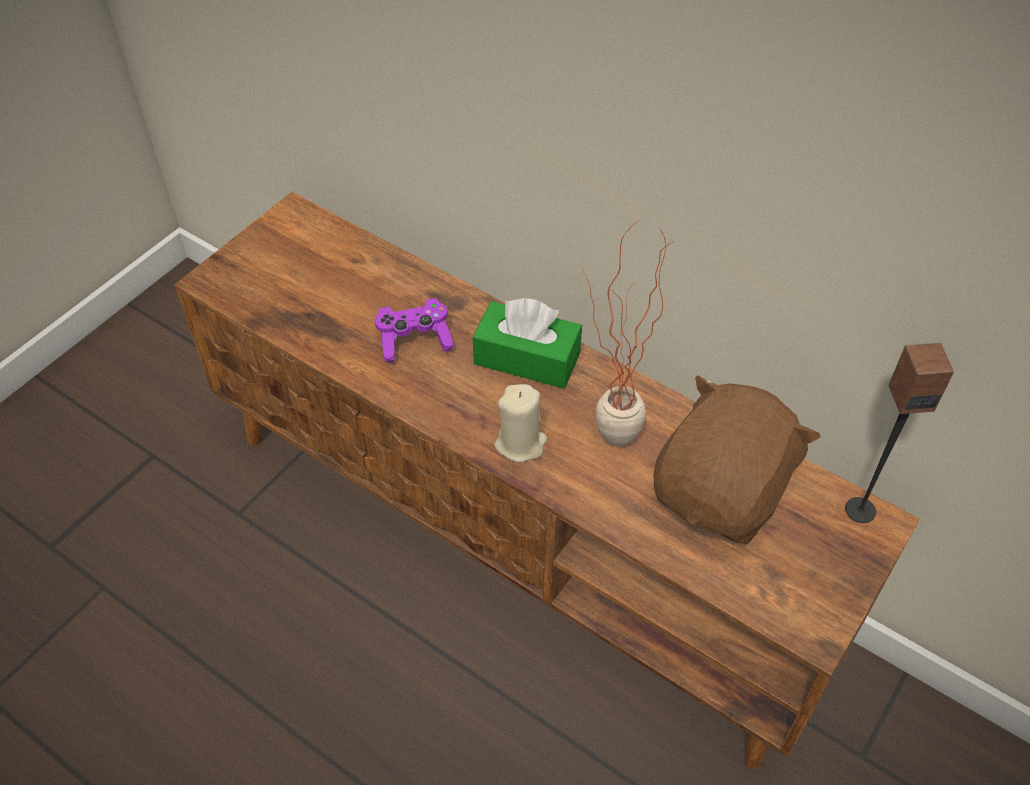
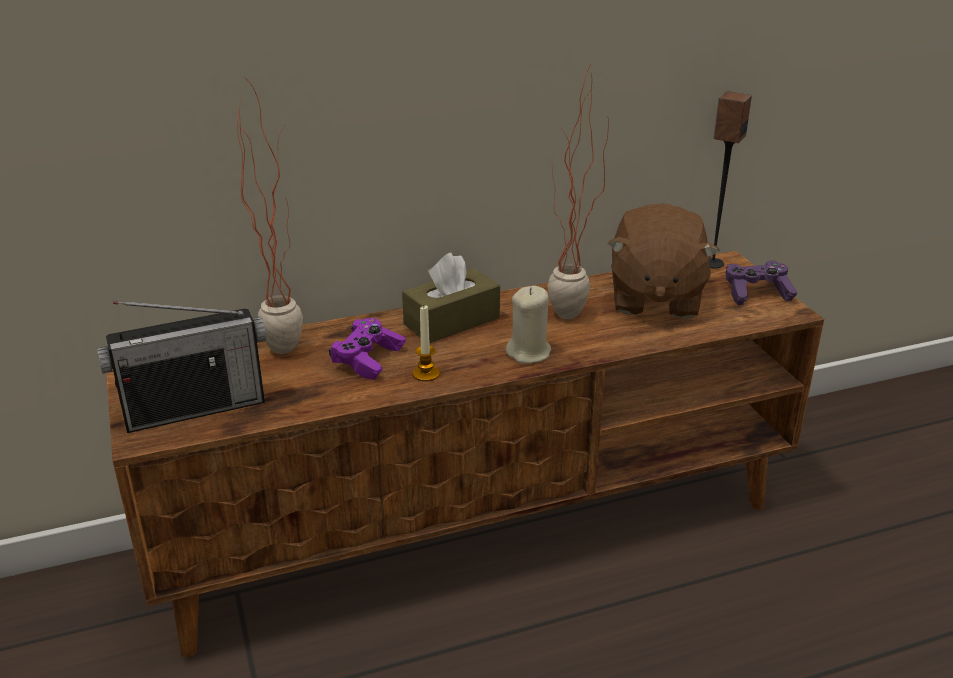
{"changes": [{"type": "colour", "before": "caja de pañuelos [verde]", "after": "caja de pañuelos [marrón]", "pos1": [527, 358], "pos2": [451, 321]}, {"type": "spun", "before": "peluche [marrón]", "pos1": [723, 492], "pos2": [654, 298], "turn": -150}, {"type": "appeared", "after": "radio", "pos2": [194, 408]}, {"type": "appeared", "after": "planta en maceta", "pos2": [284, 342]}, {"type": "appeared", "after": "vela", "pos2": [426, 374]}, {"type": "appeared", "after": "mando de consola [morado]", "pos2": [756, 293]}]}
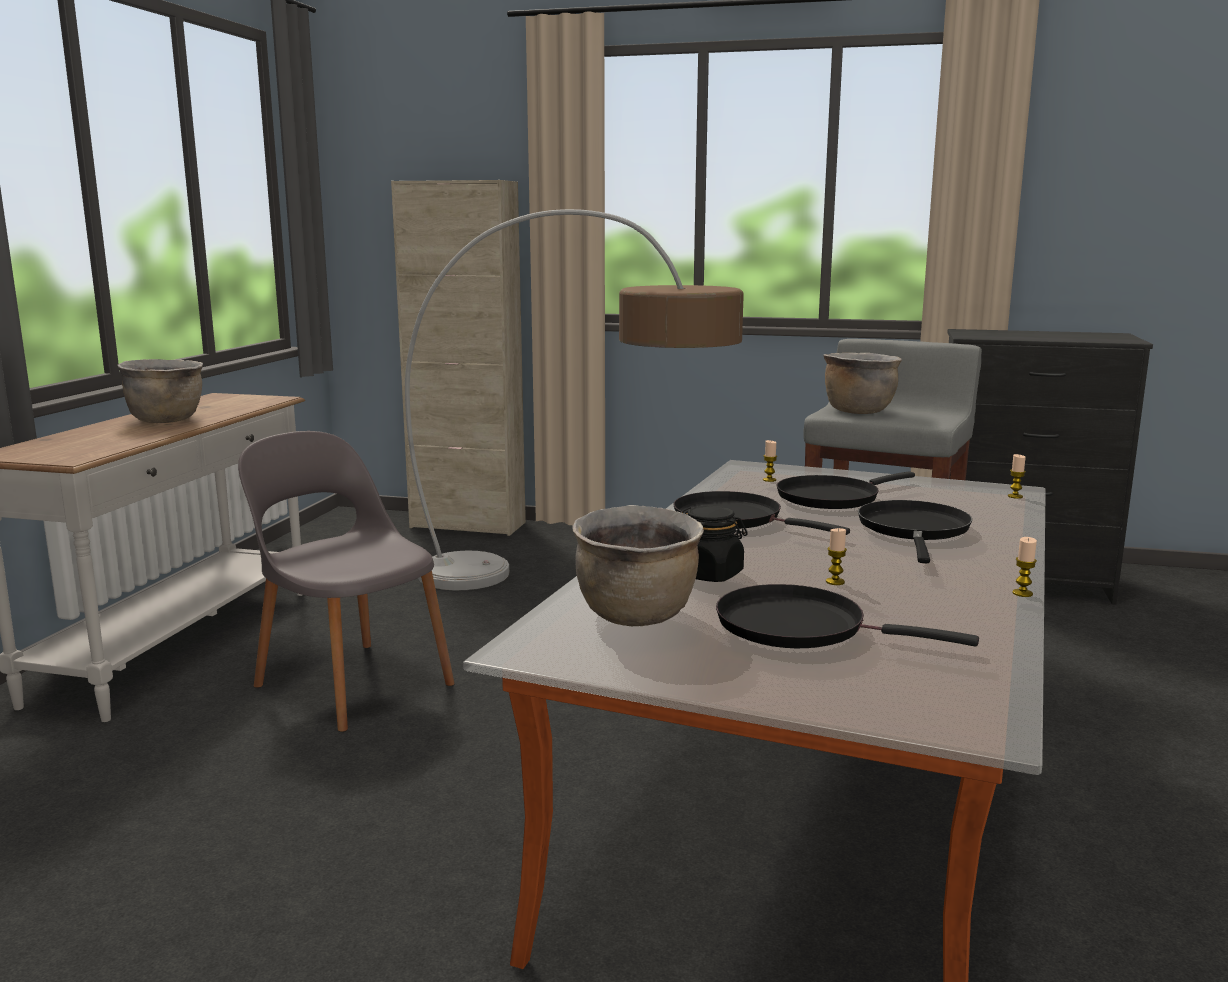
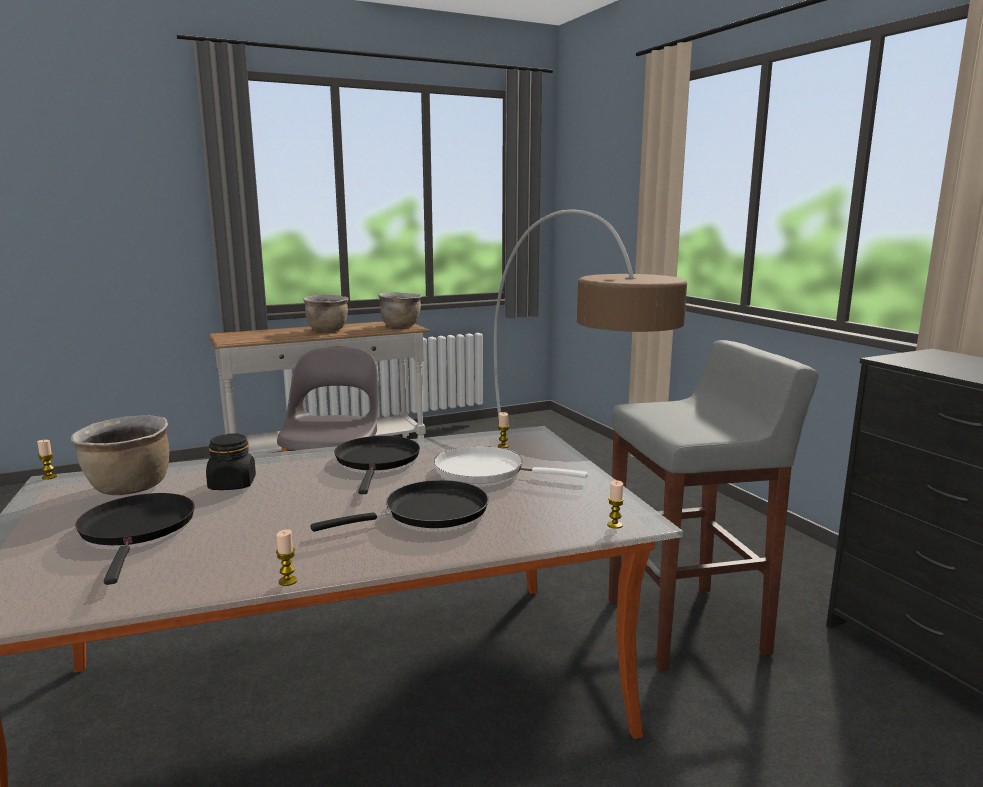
{"changes": [{"type": "missing", "before": "armario [beis]", "pos1": [467, 525]}, {"type": "colour", "before": "sartén [negro]", "after": "sartén [blanco]", "pos1": [832, 497], "pos2": [485, 471]}, {"type": "relocated", "before": "olla [marrón]", "pos1": [858, 411], "pos2": [401, 326]}, {"type": "relocated", "before": "vela", "pos1": [835, 582], "pos2": [49, 477]}]}
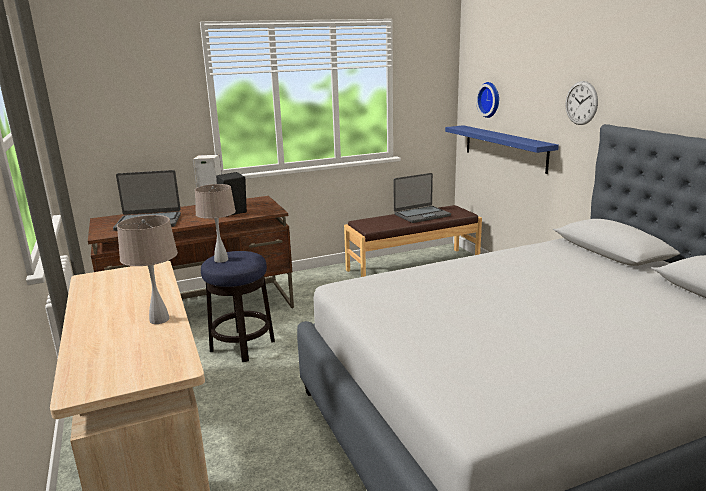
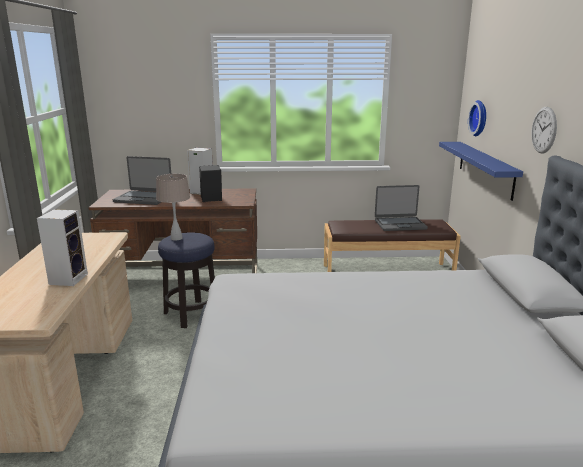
{"changes": [{"type": "exchanged", "before": "lámpara de mesa [beis]", "after": "altavoz", "pos1": [159, 319], "pos2": [68, 278]}]}
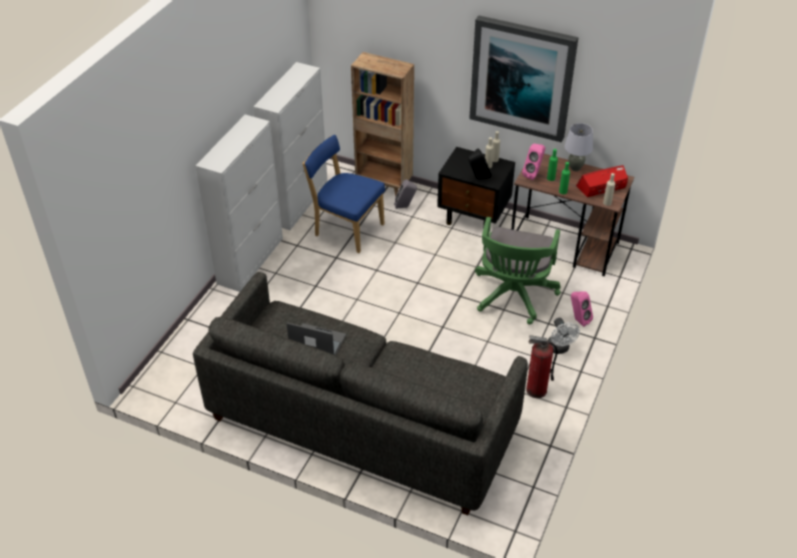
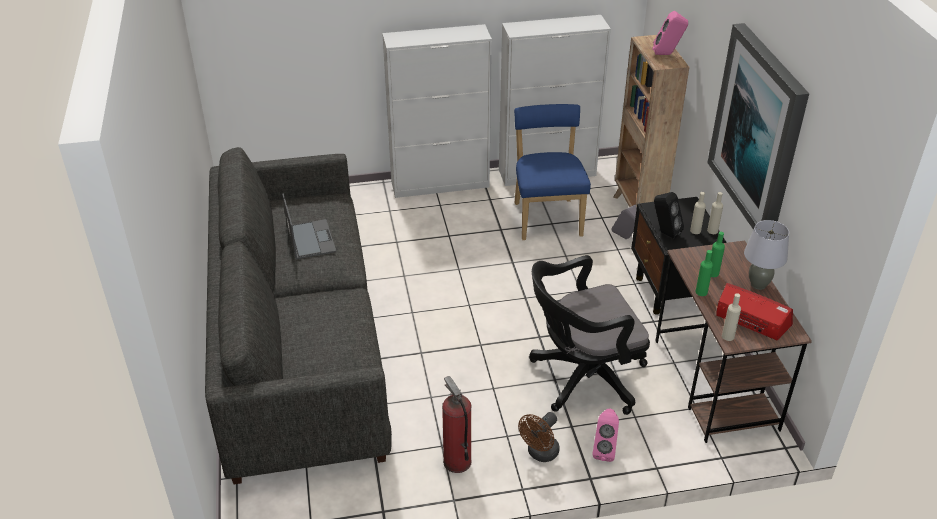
{"changes": [{"type": "colour", "before": "silla de oficina [verde]", "after": "silla de oficina [negro]", "pos1": [513, 297], "pos2": [582, 378]}, {"type": "relocated", "before": "altavoz [rosa]", "pos1": [533, 174], "pos2": [667, 54]}, {"type": "colour", "before": "ventilador [blanco]", "after": "ventilador [marrón]", "pos1": [559, 349], "pos2": [540, 454]}]}
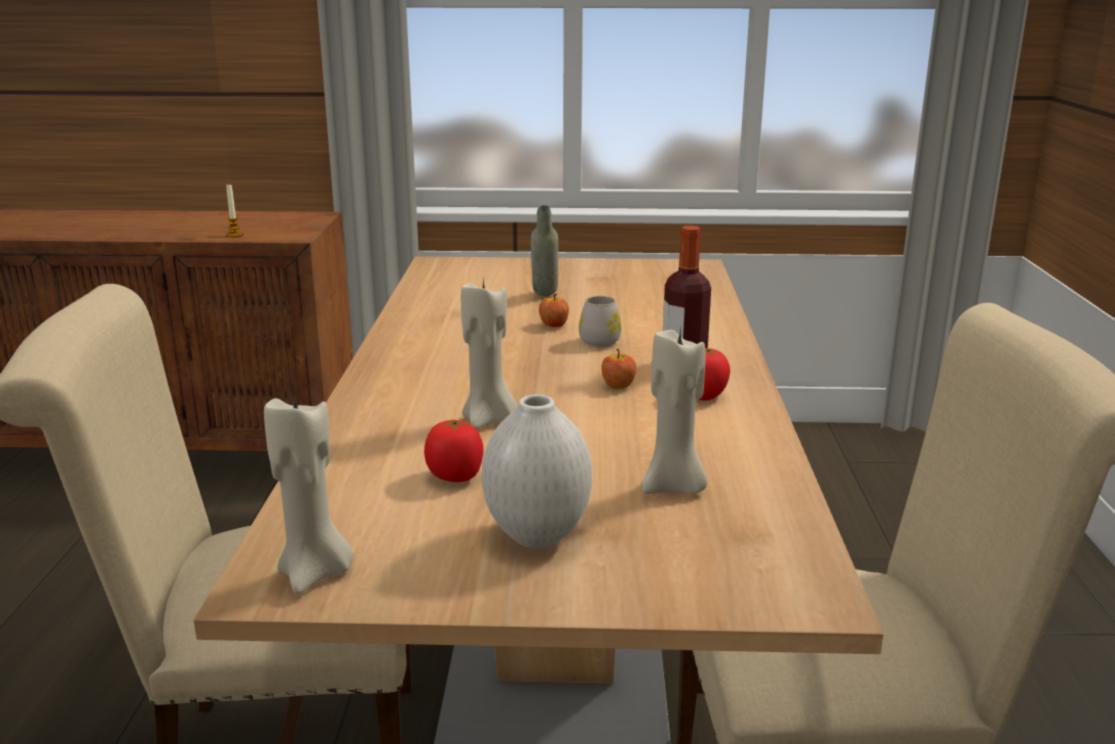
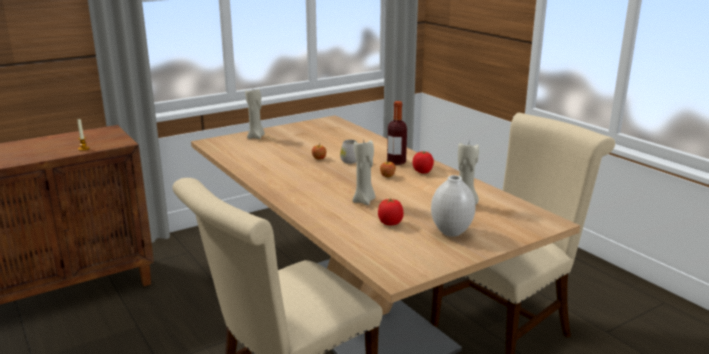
{"changes": [{"type": "relocated", "before": "vela [beis]", "pos1": [315, 574], "pos2": [256, 137]}, {"type": "missing", "before": "botella [gris]", "pos1": [544, 297]}]}
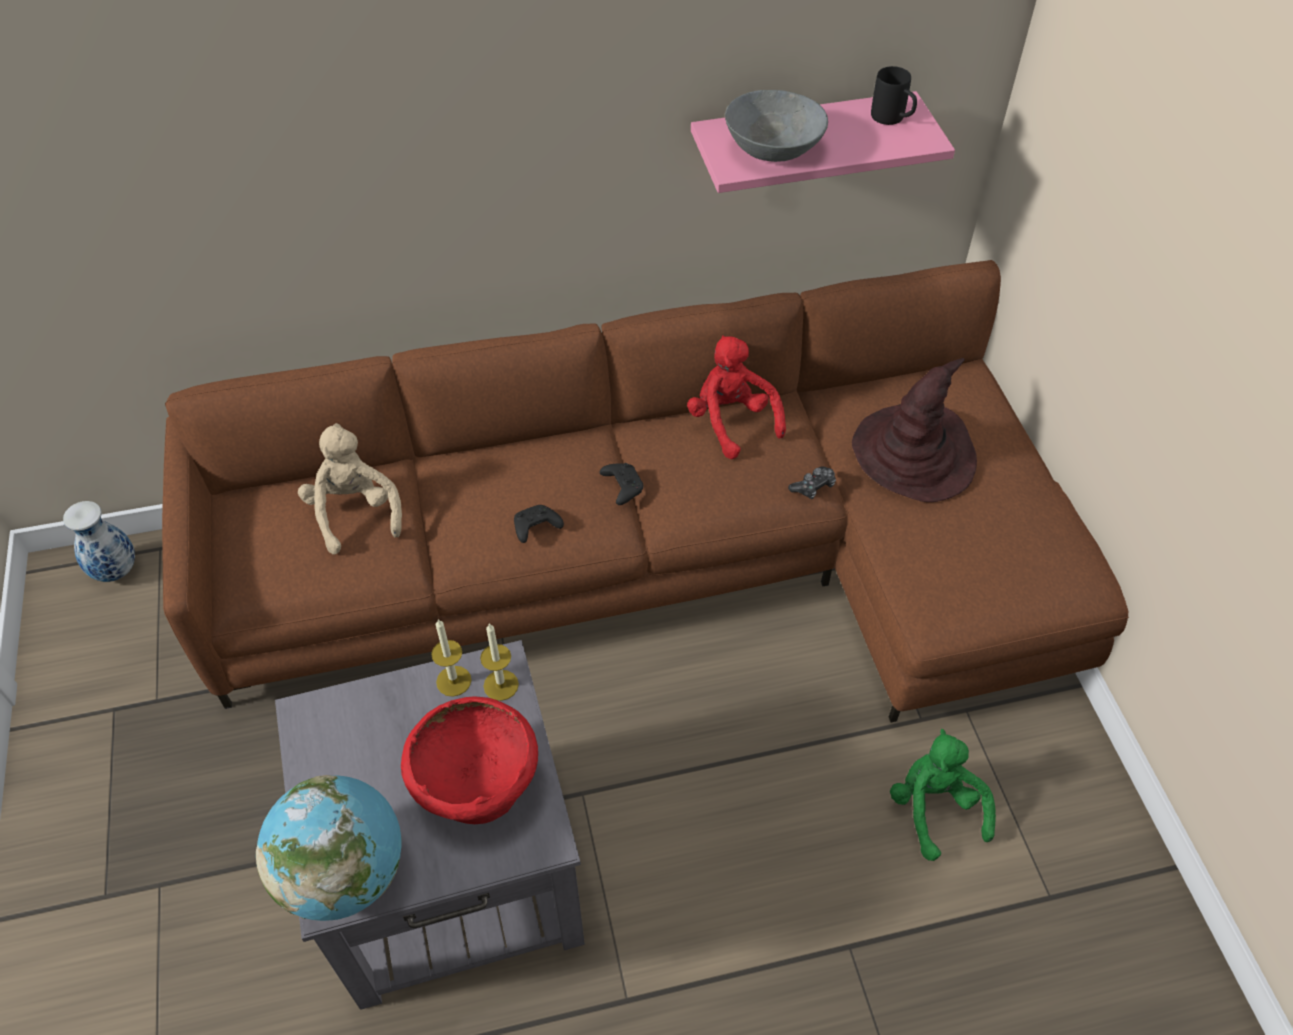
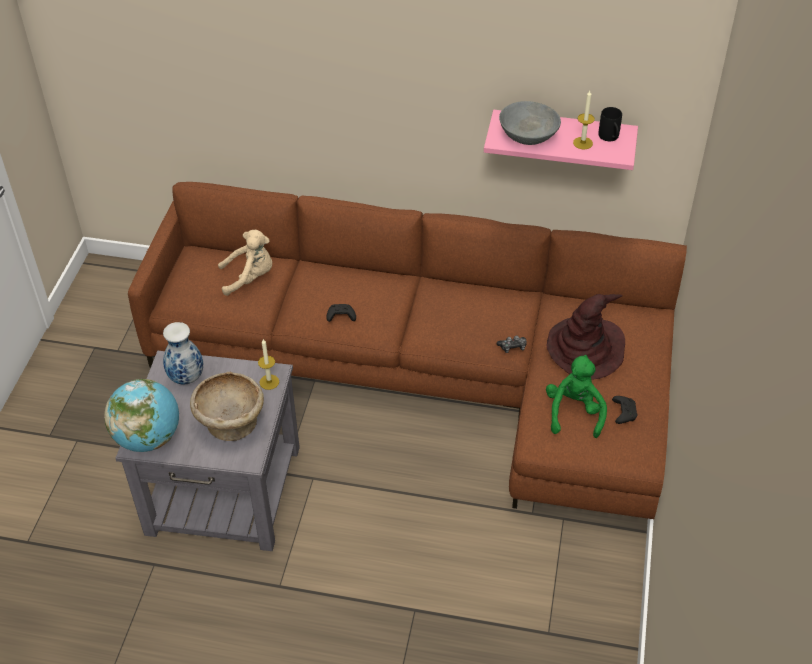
{"changes": [{"type": "relocated", "before": "florero", "pos1": [114, 571], "pos2": [185, 378]}, {"type": "spun", "before": "peluche [beis]", "pos1": [355, 512], "pos2": [250, 277], "turn": 75}, {"type": "colour", "before": "cuenco [rojo]", "after": "cuenco [beis]", "pos1": [477, 786], "pos2": [231, 423]}, {"type": "relocated", "before": "vela", "pos1": [453, 681], "pos2": [582, 143]}, {"type": "relocated", "before": "mando de consola [negro]", "pos1": [622, 486], "pos2": [623, 412]}, {"type": "missing", "before": "peluche [rojo]", "pos1": [731, 422]}, {"type": "relocated", "before": "peluche [verde]", "pos1": [934, 808], "pos2": [574, 412]}]}
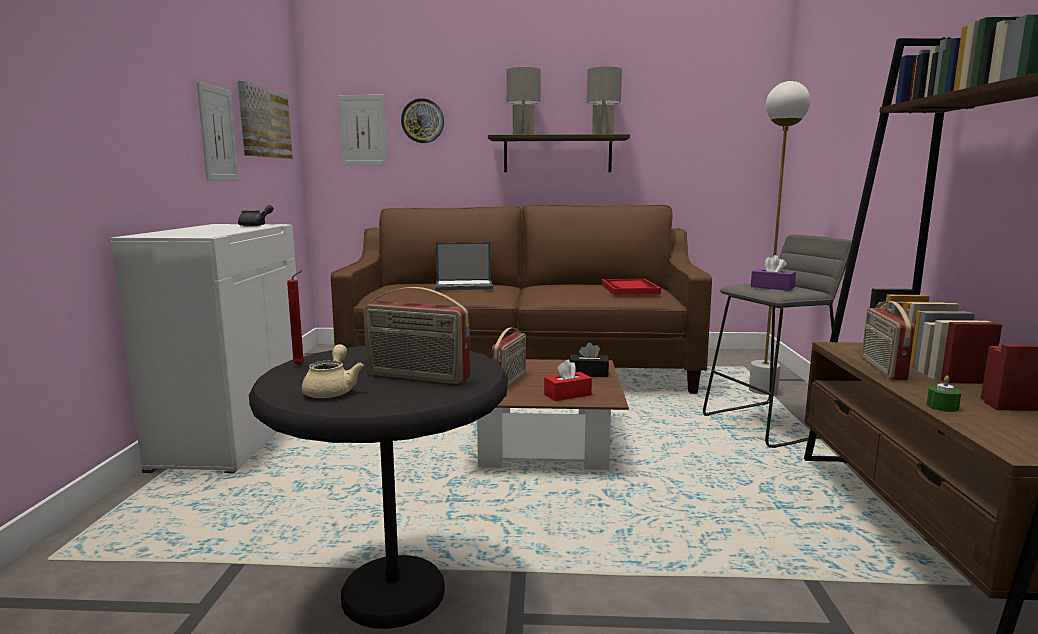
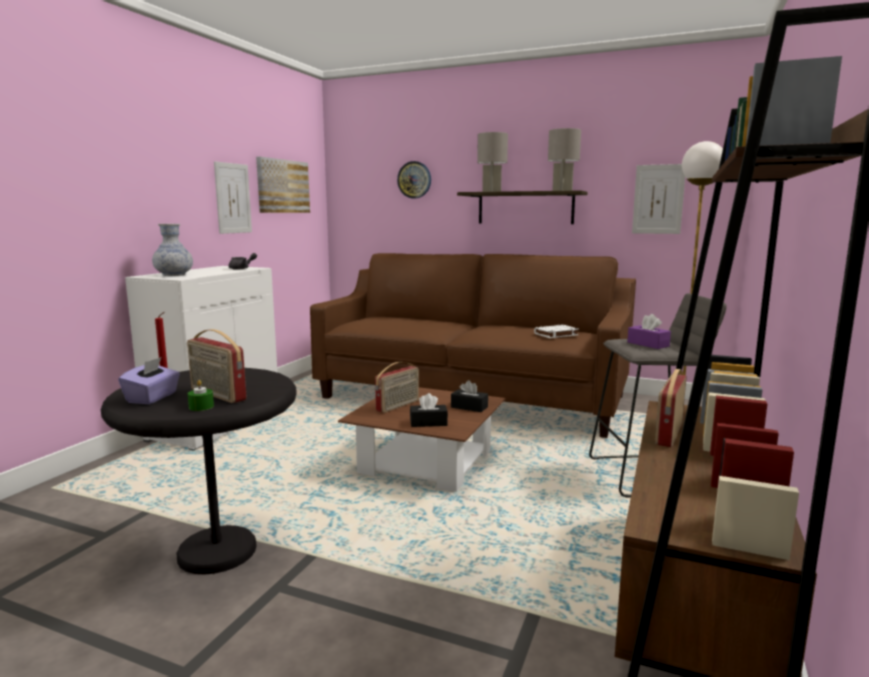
{"changes": [{"type": "exchanged", "before": "tetera [beis]", "after": "caja de pañuelos [morado]", "pos1": [332, 390], "pos2": [152, 398]}, {"type": "relocated", "before": "cuadro", "pos1": [363, 130], "pos2": [658, 199]}, {"type": "missing", "before": "portátil", "pos1": [465, 286]}, {"type": "colour", "before": "caja de pañuelos [rojo]", "after": "caja de pañuelos [negro]", "pos1": [567, 394], "pos2": [428, 423]}, {"type": "exchanged", "before": "bandeja [rojo]", "after": "libro [blanco]", "pos1": [630, 289], "pos2": [555, 334]}, {"type": "relocated", "before": "vela [verde]", "pos1": [942, 407], "pos2": [201, 407]}, {"type": "appeared", "after": "florero", "pos2": [174, 275]}]}
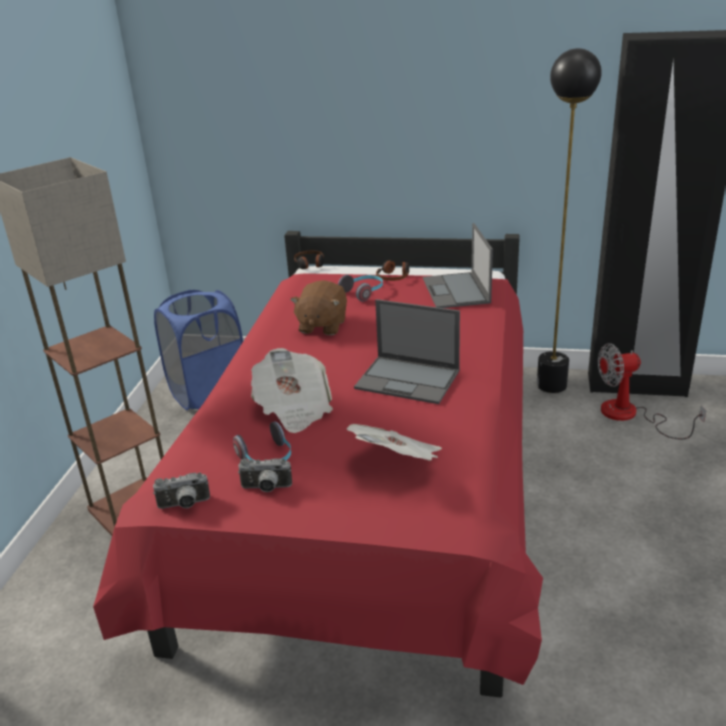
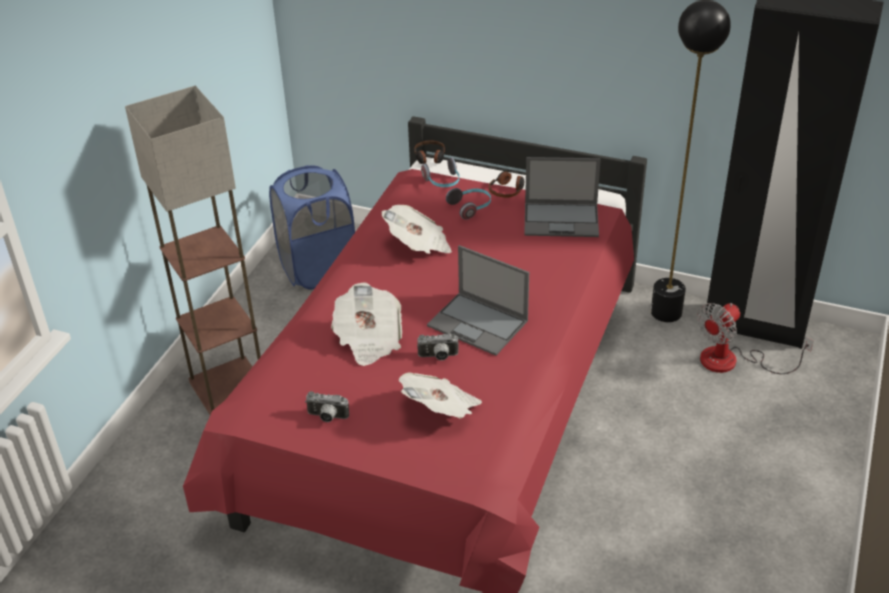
{"changes": [{"type": "relocated", "before": "cámara", "pos1": [184, 505], "pos2": [438, 357]}, {"type": "relocated", "before": "auriculares", "pos1": [267, 458], "pos2": [443, 182]}, {"type": "exchanged", "before": "peluche [marrón]", "after": "periódico", "pos1": [322, 326], "pos2": [418, 245]}, {"type": "spun", "before": "portátil", "pos1": [456, 291], "pos2": [562, 220], "turn": -90}, {"type": "spun", "before": "ventilador", "pos1": [630, 415], "pos2": [732, 361], "turn": -45}]}
